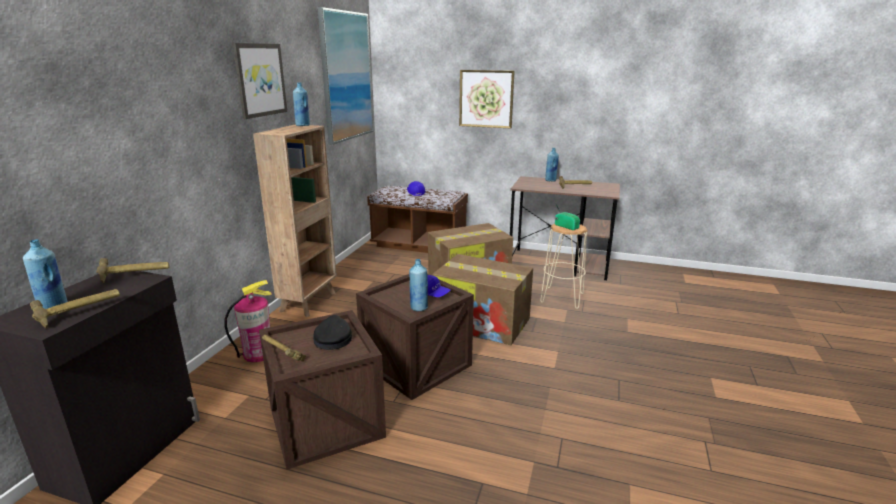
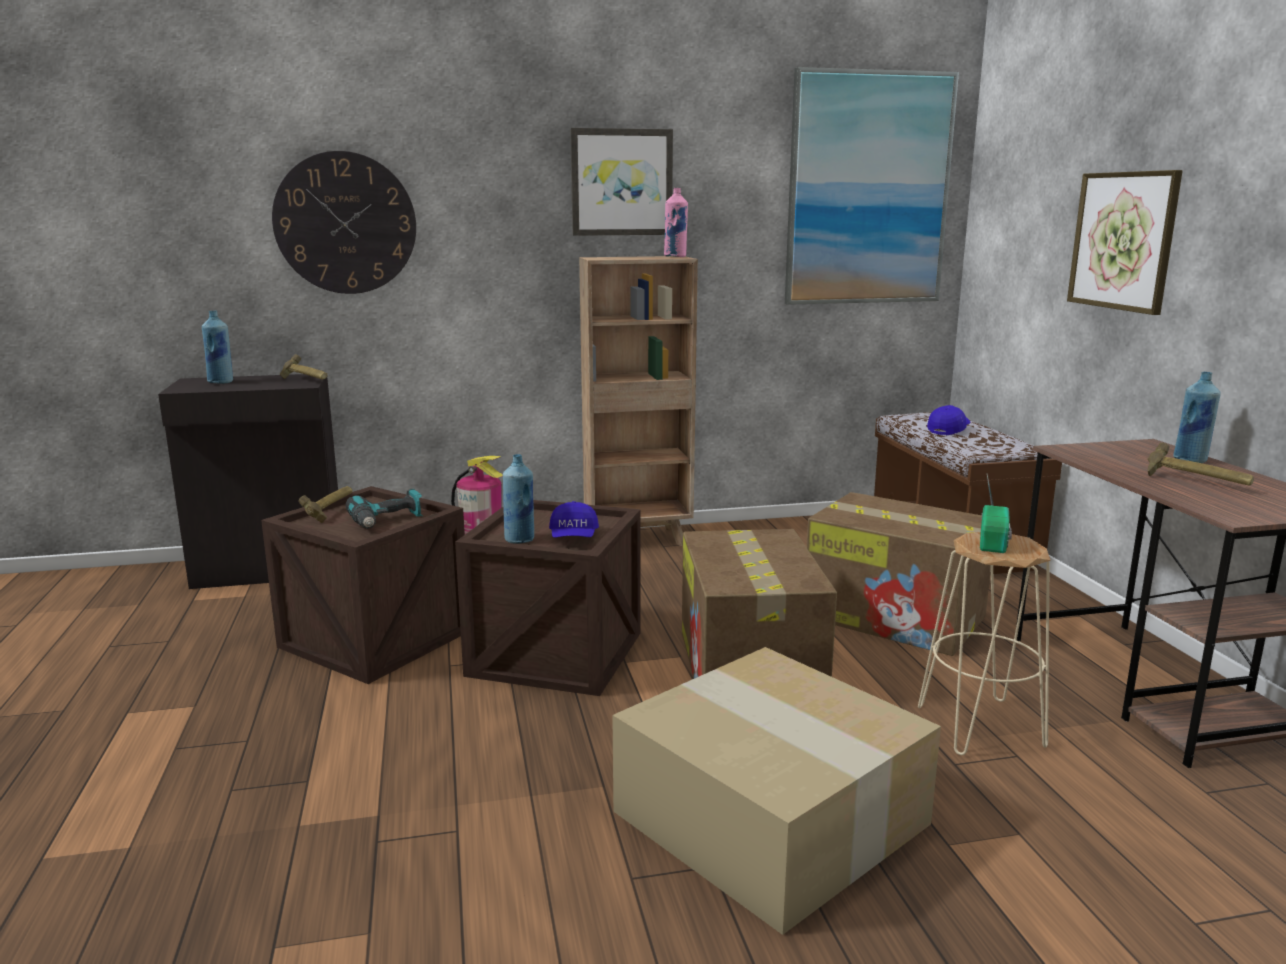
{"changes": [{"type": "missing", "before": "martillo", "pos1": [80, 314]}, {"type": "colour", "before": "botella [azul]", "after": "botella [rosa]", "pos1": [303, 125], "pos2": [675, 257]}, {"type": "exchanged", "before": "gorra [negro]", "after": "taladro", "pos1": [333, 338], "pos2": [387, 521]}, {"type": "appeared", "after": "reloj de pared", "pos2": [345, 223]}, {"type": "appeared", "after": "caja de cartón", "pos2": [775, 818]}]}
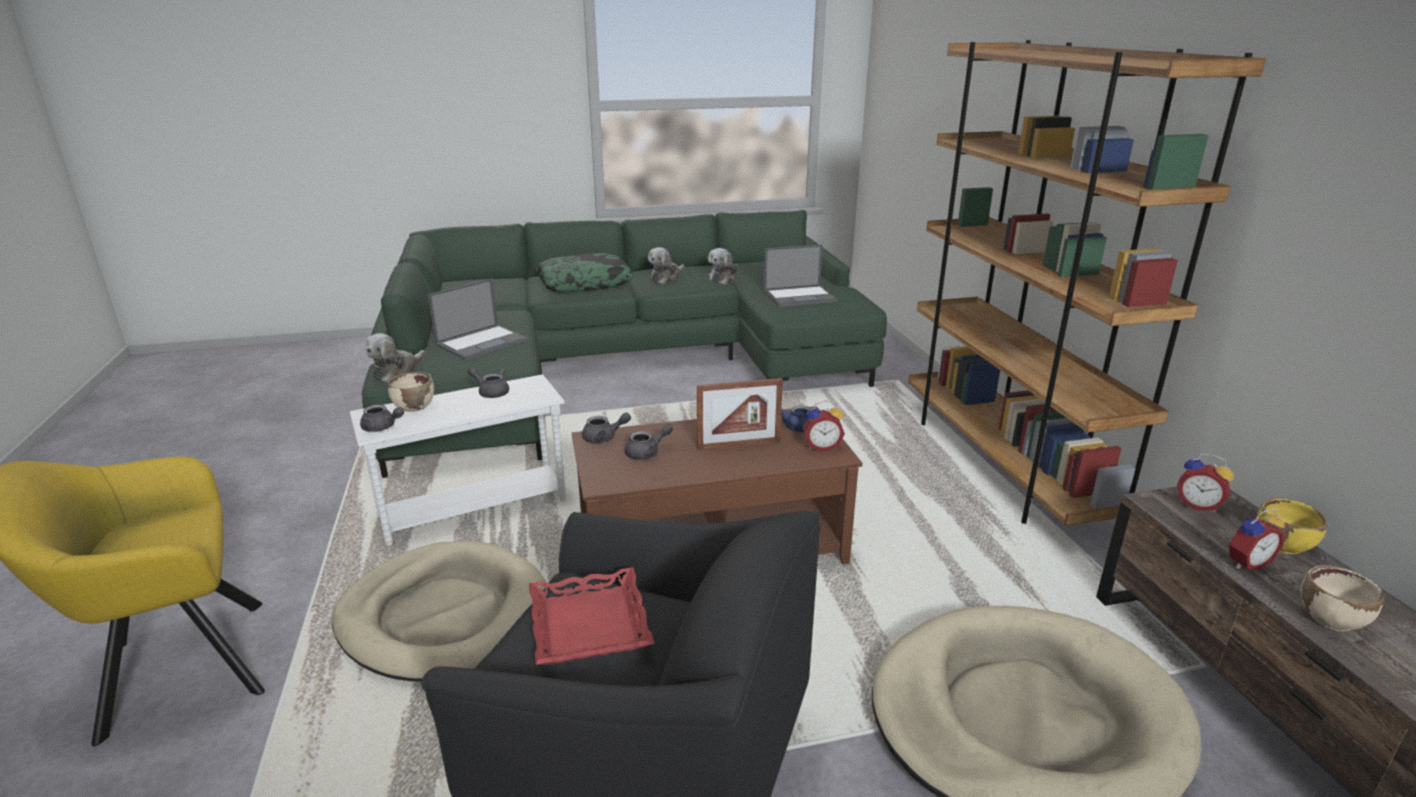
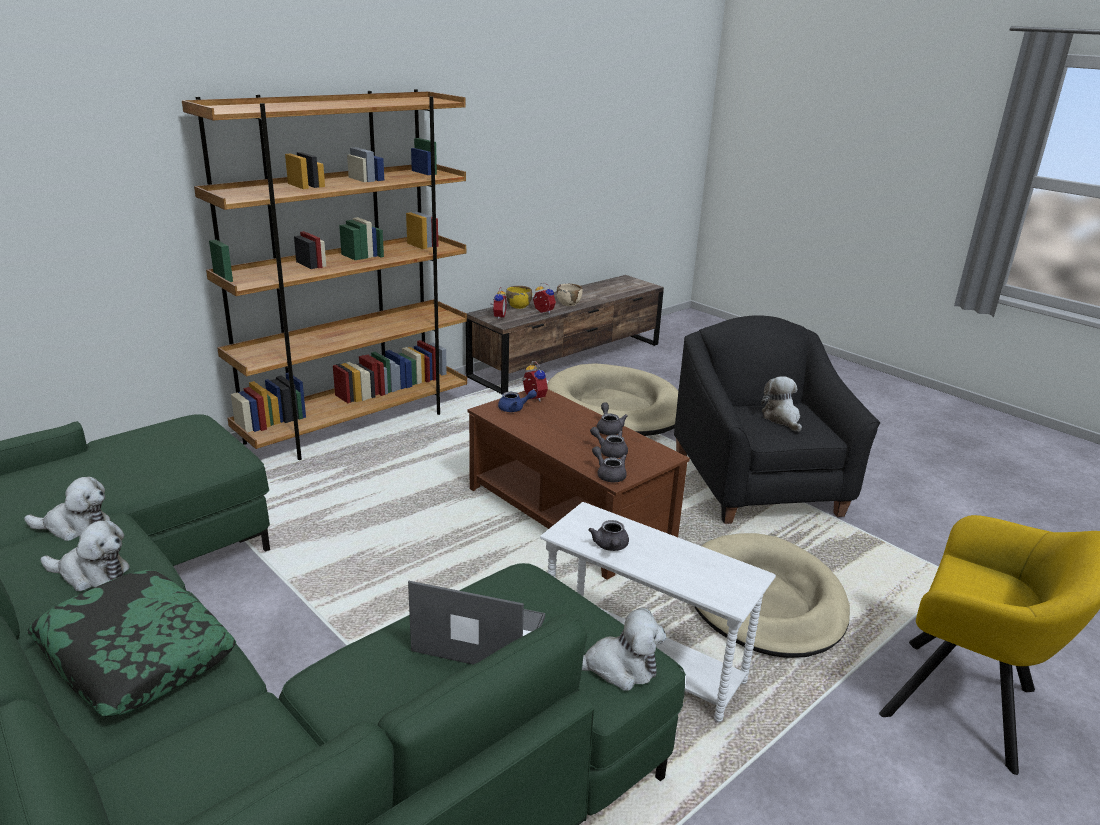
{"changes": [{"type": "relocated", "before": "tetera [gris]", "pos1": [382, 428], "pos2": [609, 429]}, {"type": "missing", "before": "cuenco [beis]", "pos1": [414, 407]}, {"type": "exchanged", "before": "bandeja [rojo]", "after": "peluche", "pos1": [588, 624], "pos2": [782, 418]}, {"type": "missing", "before": "portarretratos", "pos1": [738, 445]}, {"type": "missing", "before": "portátil", "pos1": [800, 296]}]}
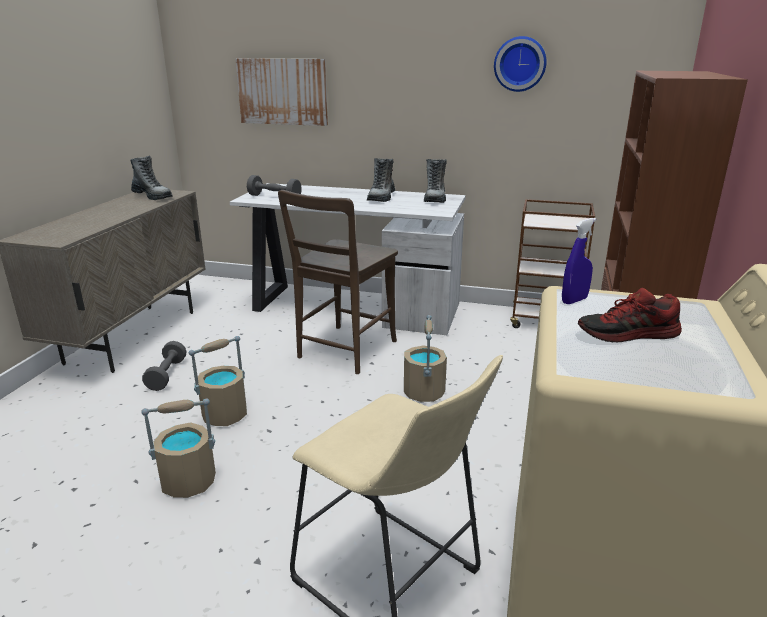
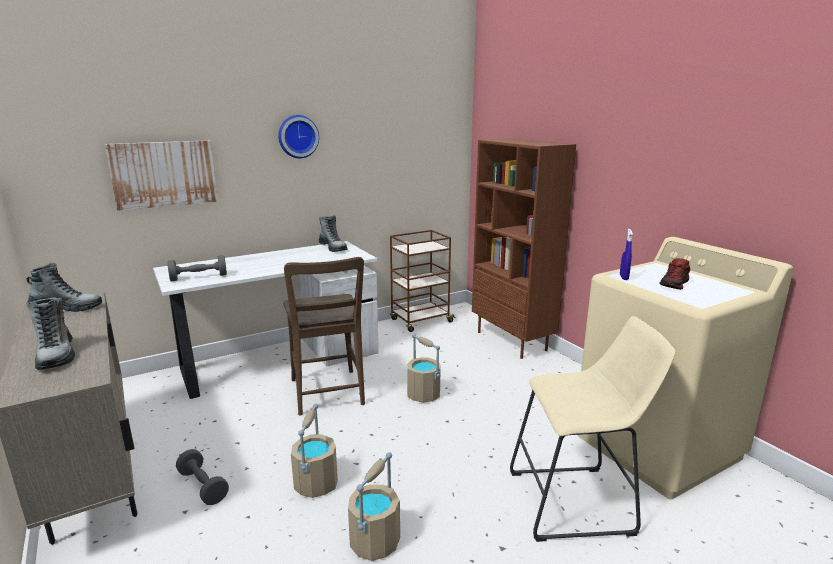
{"changes": [{"type": "relocated", "before": "bota", "pos1": [381, 197], "pos2": [56, 355]}, {"type": "relocated", "before": "reloj de pared", "pos1": [520, 64], "pos2": [297, 136]}]}
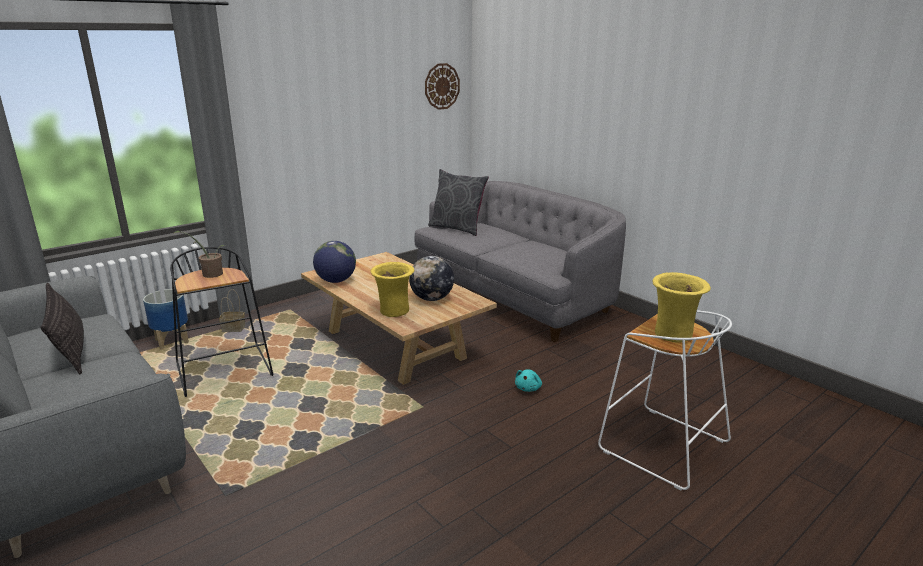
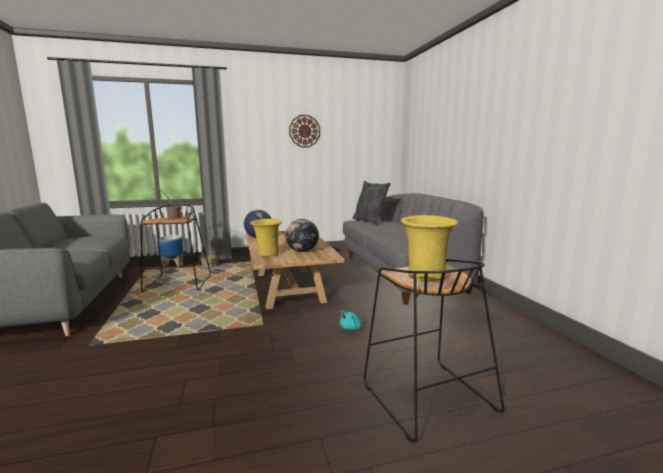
{"changes": [{"type": "missing", "before": "cojín", "pos1": [71, 349]}, {"type": "relocated", "before": "reloj de pared", "pos1": [442, 86], "pos2": [304, 131]}, {"type": "colour", "before": "taburete [blanco]", "after": "taburete [negro]", "pos1": [660, 446], "pos2": [426, 397]}]}
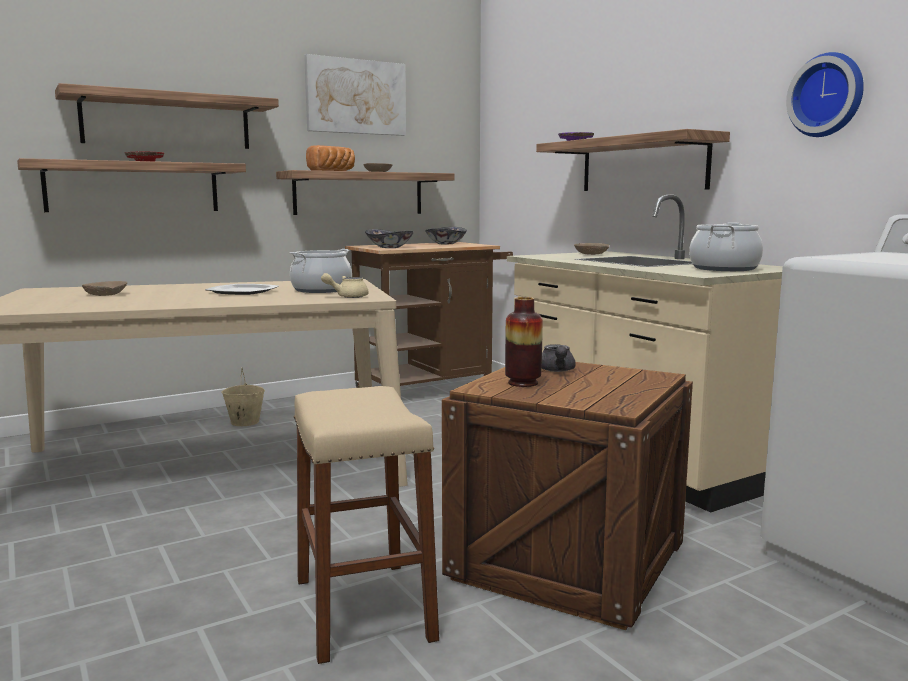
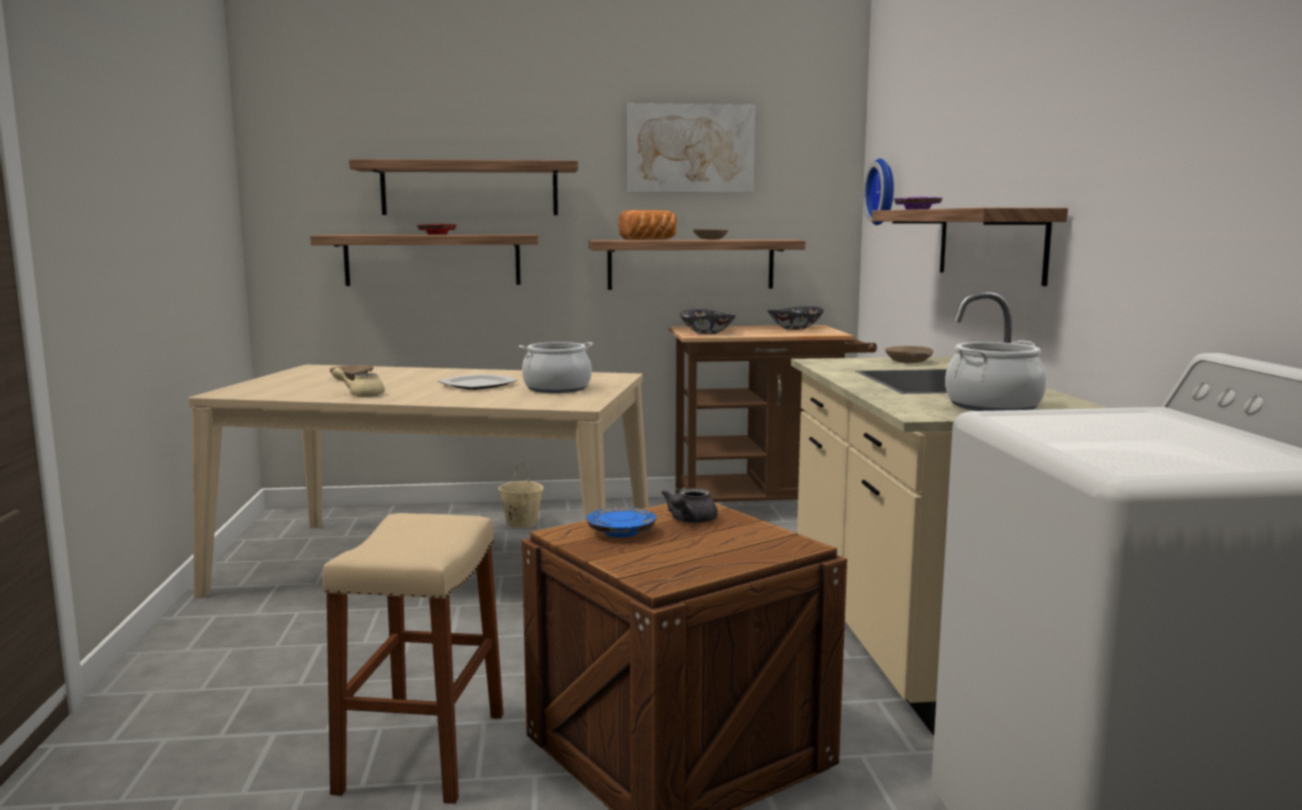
{"changes": [{"type": "relocated", "before": "tetera [beis]", "pos1": [347, 296], "pos2": [362, 394]}, {"type": "exchanged", "before": "florero", "after": "plato [azul]", "pos1": [523, 383], "pos2": [621, 533]}, {"type": "relocated", "before": "reloj de pared", "pos1": [828, 95], "pos2": [884, 192]}]}
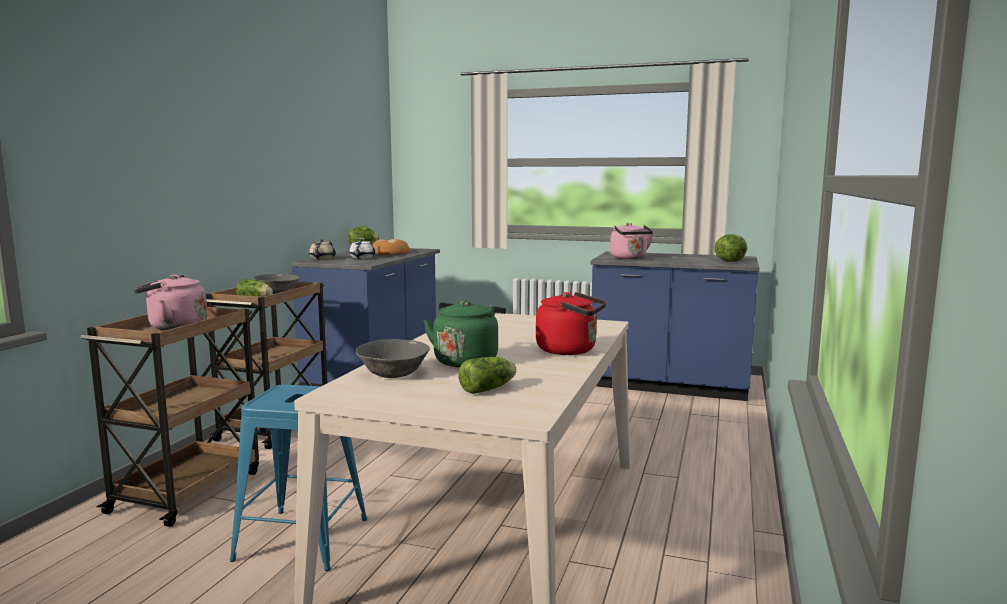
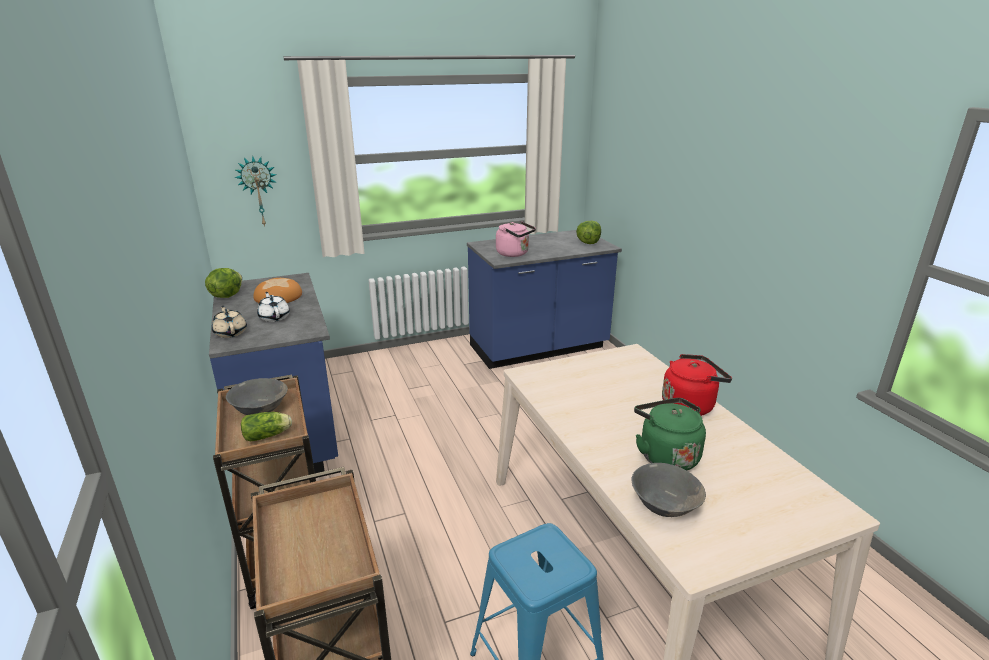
{"changes": [{"type": "missing", "before": "hervidor [rosa]", "pos1": [174, 327]}, {"type": "missing", "before": "lechuga", "pos1": [489, 389]}, {"type": "appeared", "after": "reloj de pared", "pos2": [258, 191]}]}
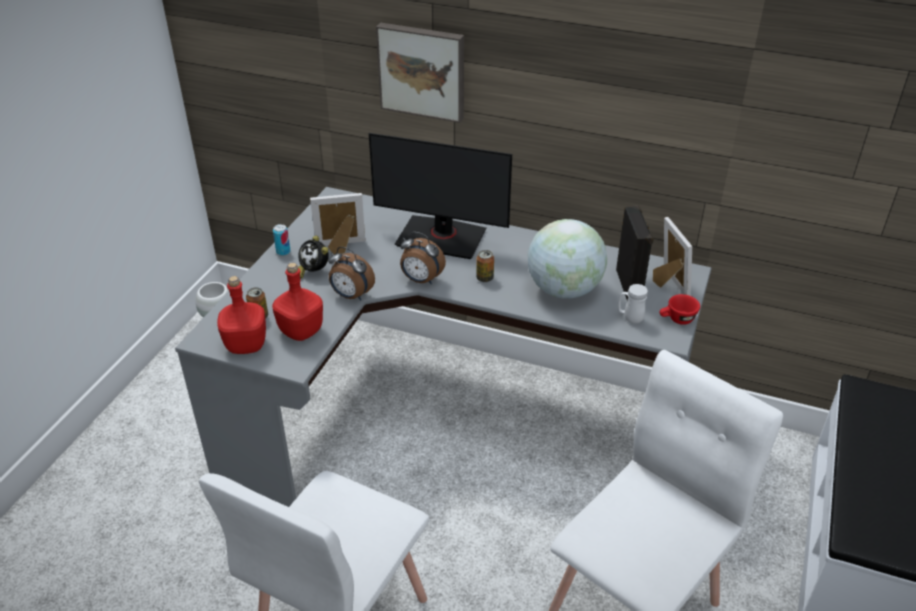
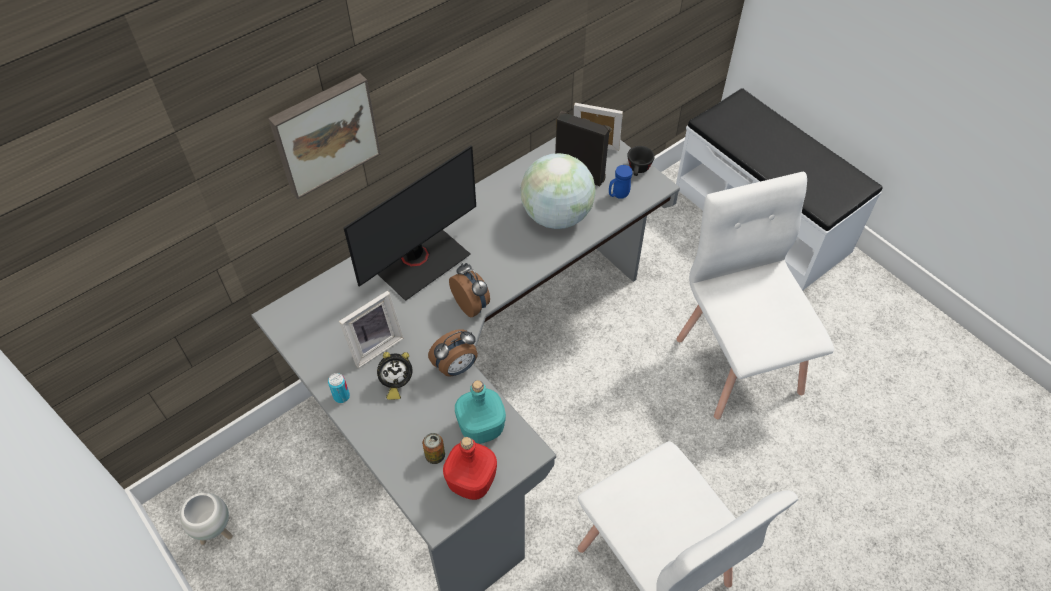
{"changes": [{"type": "colour", "before": "botella [rojo]", "after": "botella [turquesa]", "pos1": [302, 331], "pos2": [482, 428]}, {"type": "spun", "before": "portarretratos", "pos1": [341, 248], "pos2": [374, 345], "turn": -150}, {"type": "spun", "before": "despertador", "pos1": [421, 280], "pos2": [472, 305], "turn": -90}, {"type": "missing", "before": "lata", "pos1": [484, 278]}, {"type": "colour", "before": "taza grande [blanco]", "after": "taza grande [azul]", "pos1": [630, 318], "pos2": [618, 195]}, {"type": "colour", "before": "taza [rojo]", "after": "taza [negro]", "pos1": [677, 320], "pos2": [638, 170]}]}
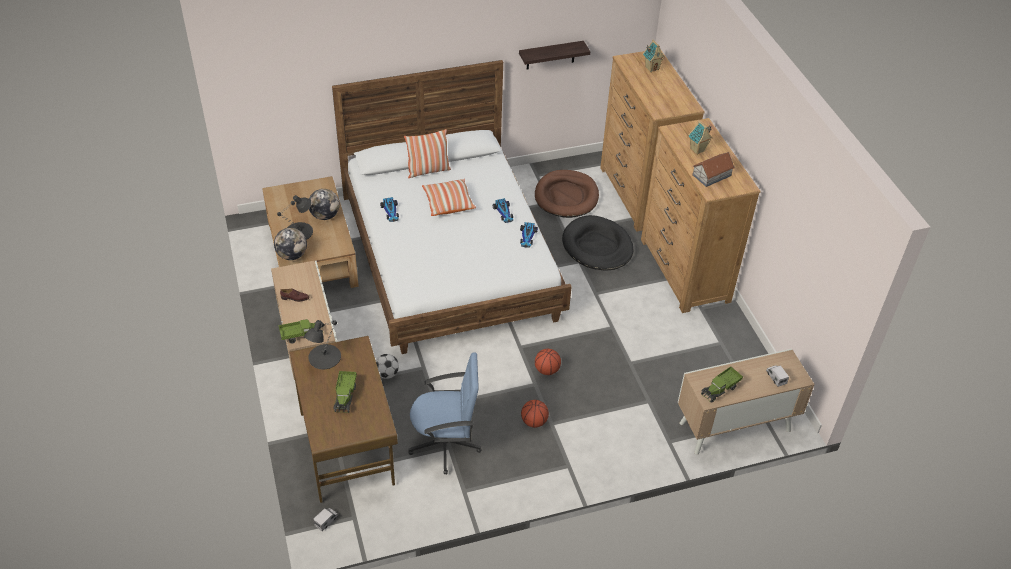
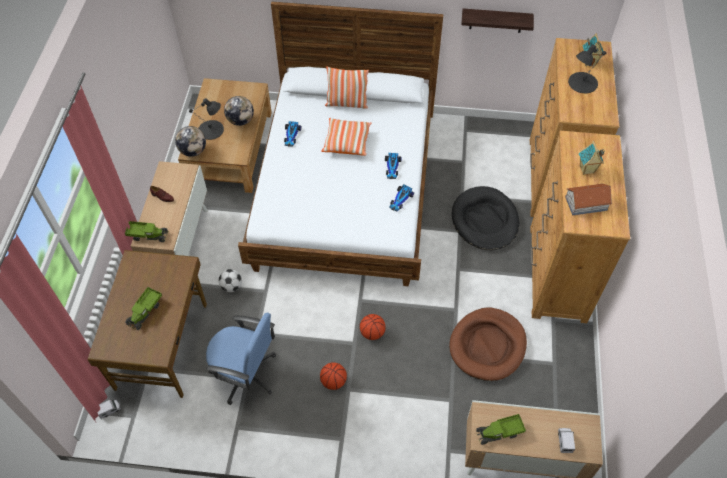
{"changes": [{"type": "relocated", "before": "lámpara de mesa [negro]", "pos1": [324, 357], "pos2": [582, 82]}, {"type": "relocated", "before": "cama para perro [marrón]", "pos1": [566, 196], "pos2": [487, 346]}]}
